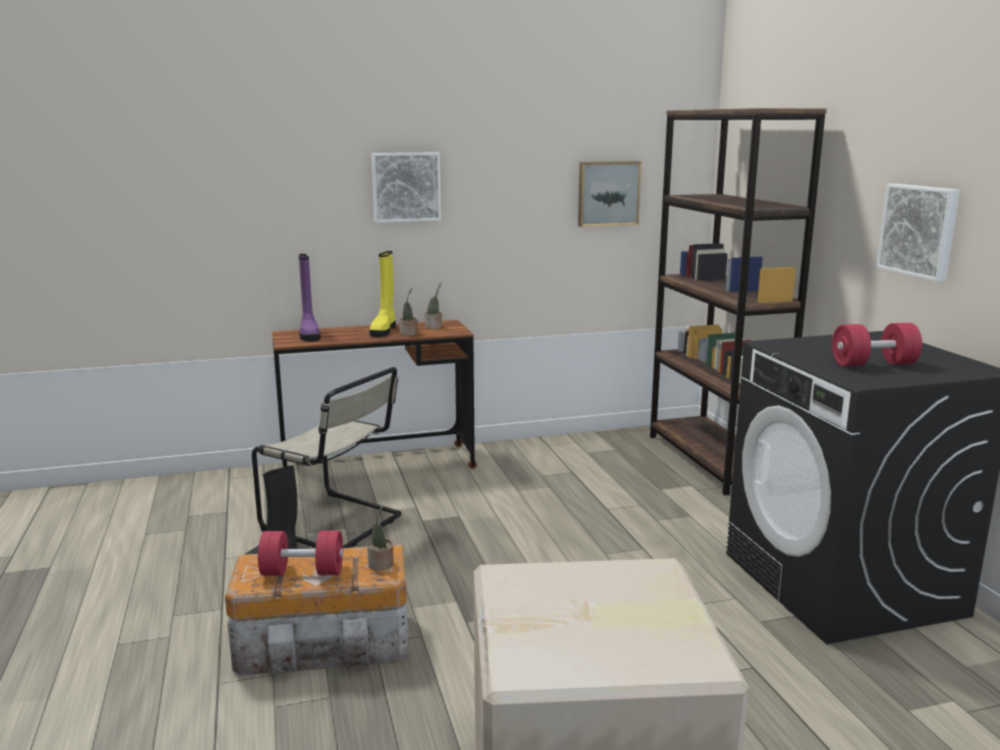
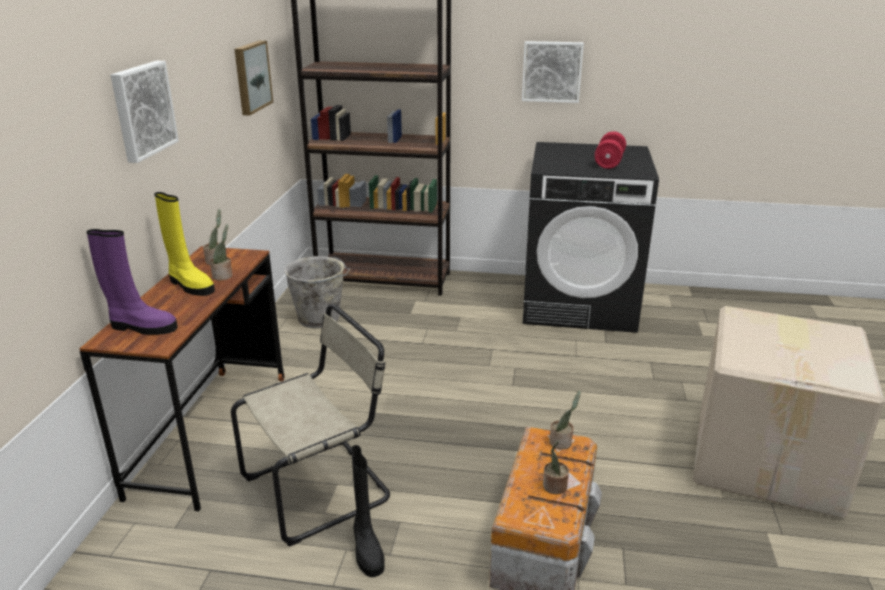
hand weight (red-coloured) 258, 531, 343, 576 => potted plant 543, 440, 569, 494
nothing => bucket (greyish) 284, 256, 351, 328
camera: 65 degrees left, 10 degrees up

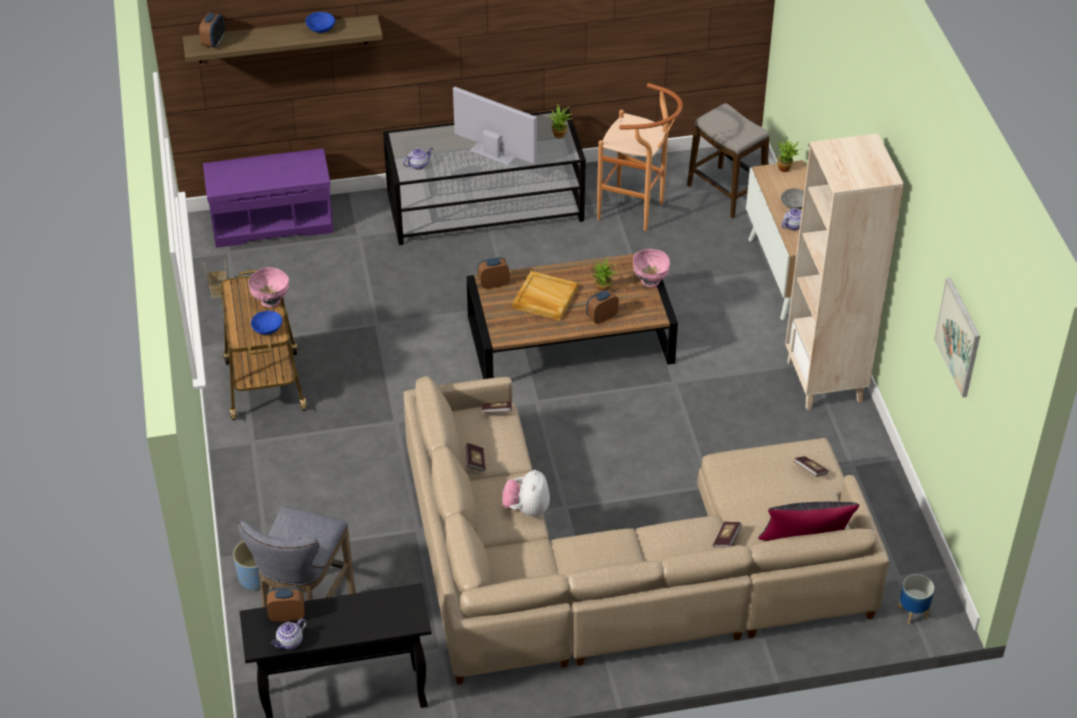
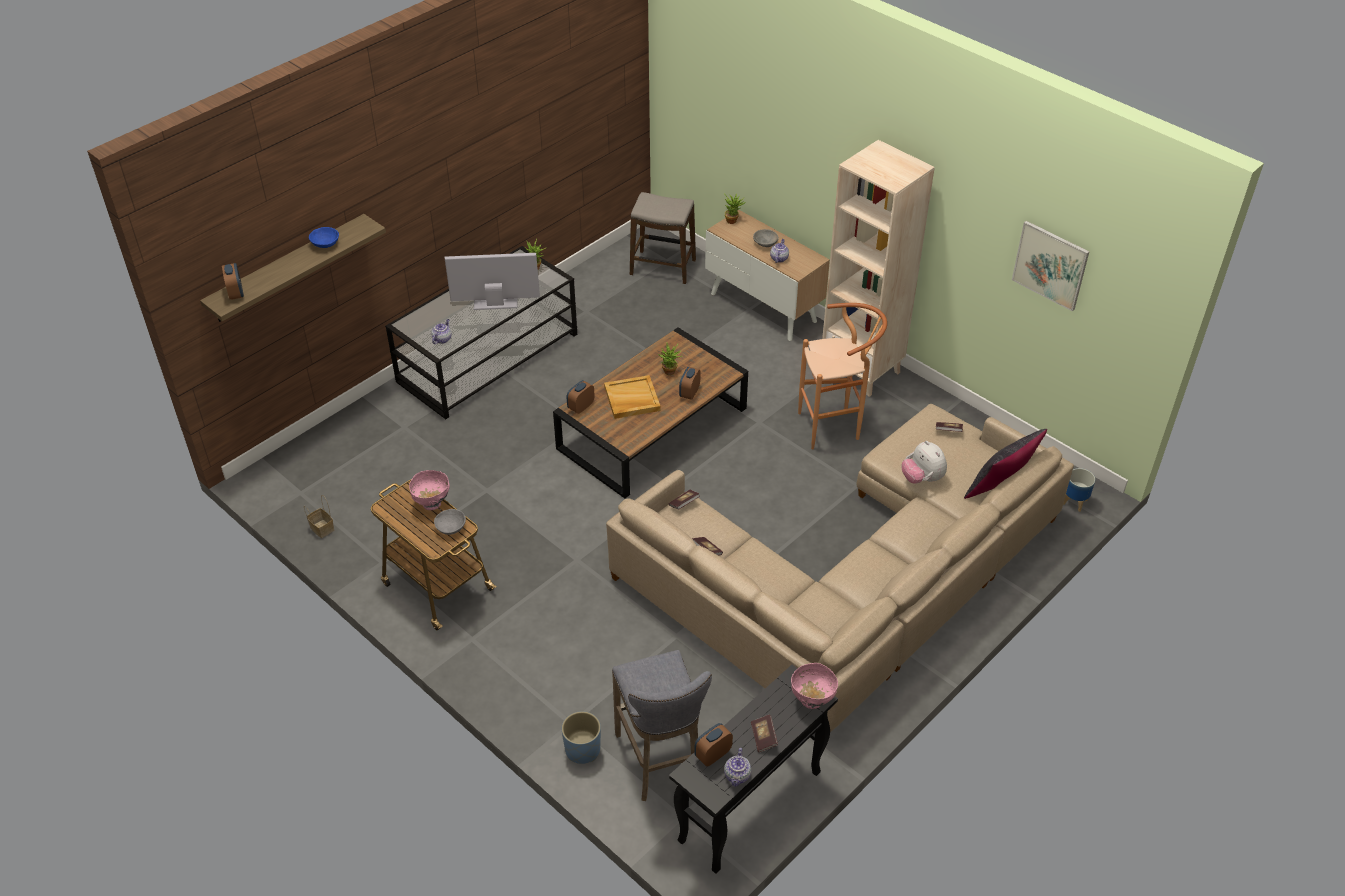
stool seat (brownish) 597, 83, 683, 231 => stool seat (brownish) 798, 303, 887, 449, shifted
indoor bench (purplish) 203, 148, 334, 248 => nothing
serving bowl (pink) 633, 249, 670, 287 => serving bowl (pink) 791, 663, 838, 709, shifted
serving bowl (blue-coloured) 251, 311, 282, 335 => serving bowl (greyish) 434, 509, 466, 535
soft toy 502, 470, 550, 517 => soft toy 902, 441, 947, 484, shifted
bound book 713, 522, 742, 548 => bound book 751, 714, 778, 753, shifted
camera: 35 degrees left, 0 degrees up

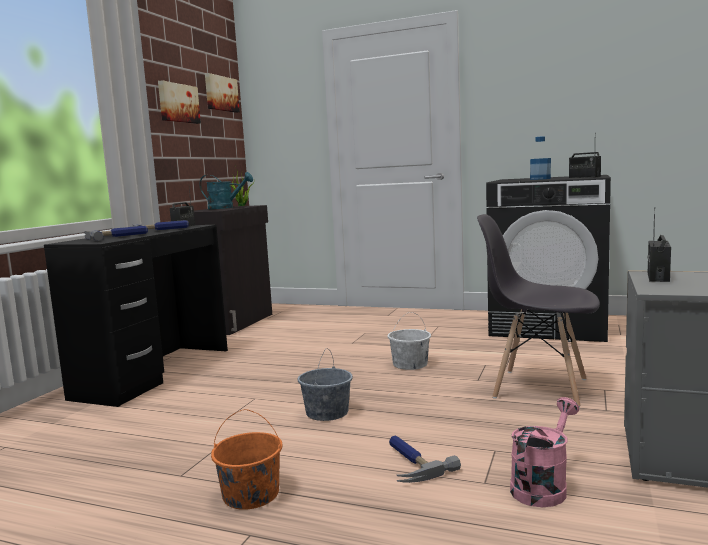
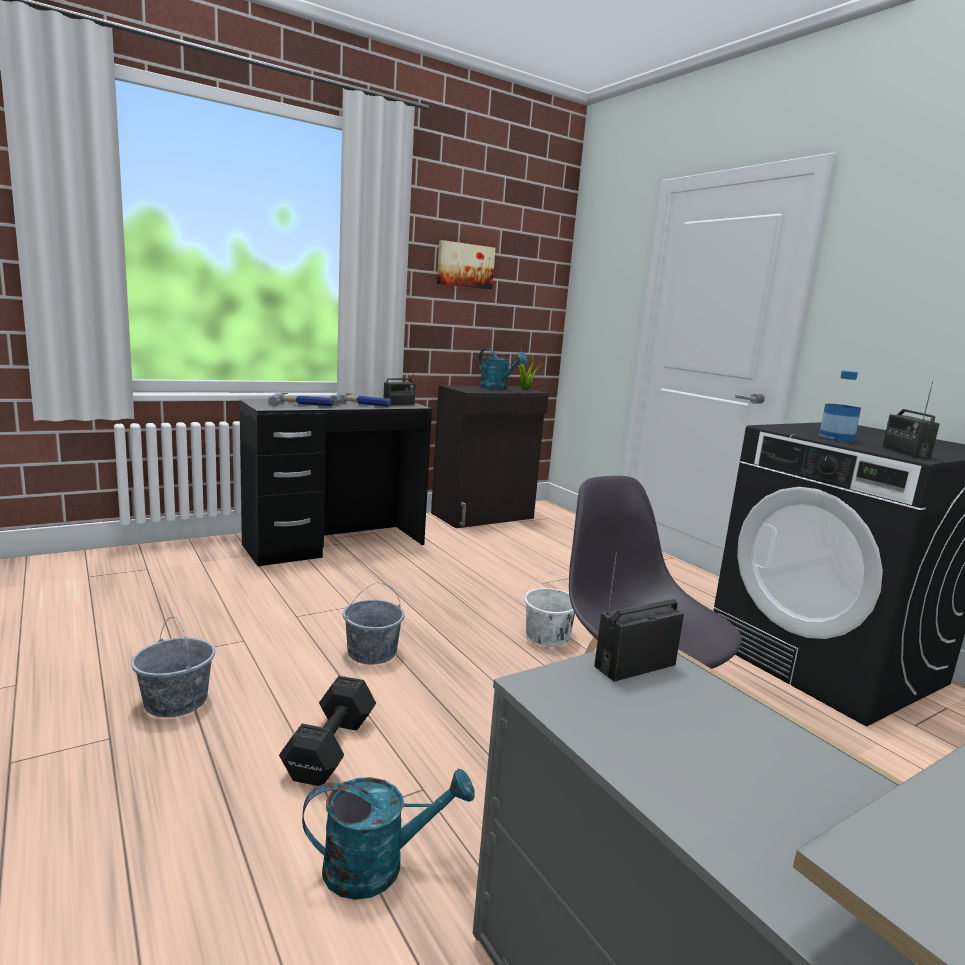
picture 205, 73, 240, 113 => nothing
sprinkling can (pink) 510, 397, 579, 507 => sprinkling can (turquoise) 302, 769, 475, 900
bucket (orange) 211, 409, 283, 509 => bucket (greyish) 131, 617, 215, 717
tool hammer 389, 435, 461, 483 => hand weight (black) 279, 676, 376, 786
camera: 35 degrees right, 5 degrees up

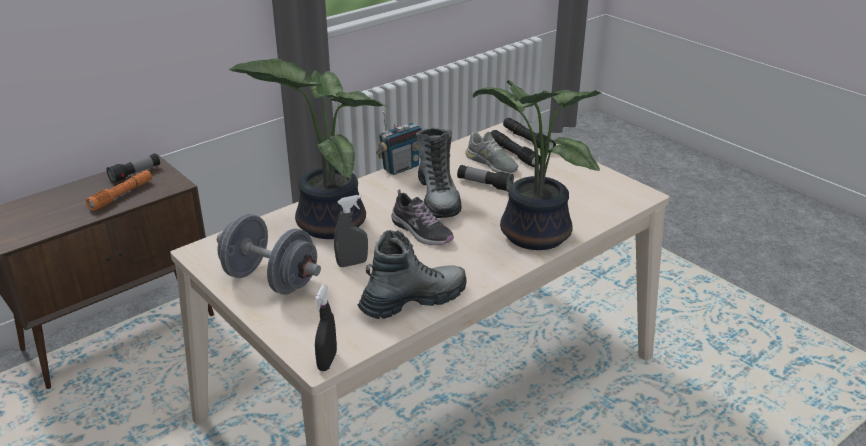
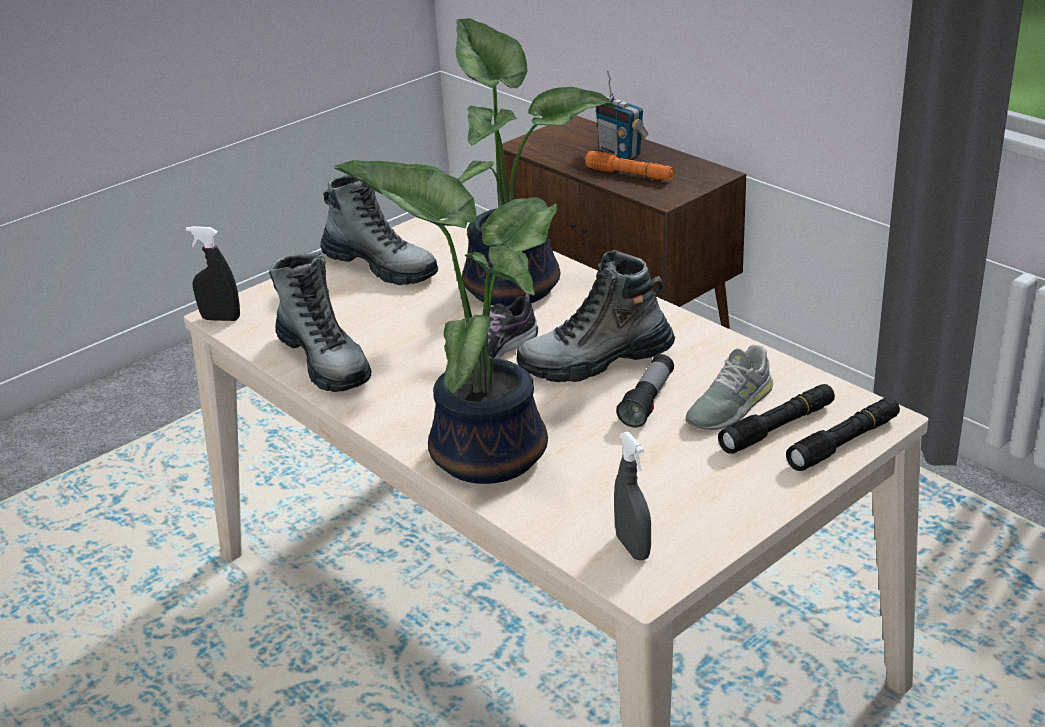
radio receiver 376, 111, 422, 175 => radio receiver 595, 71, 648, 159, shifted
hand torch 106, 153, 160, 183 => nothing
sprayer (greyish) 334, 195, 368, 267 => sprayer (greyish) 614, 431, 651, 560, shifted
hand weight (greyish) 217, 214, 321, 295 => tall boot 320, 174, 438, 285
camera: 90 degrees right, 0 degrees up

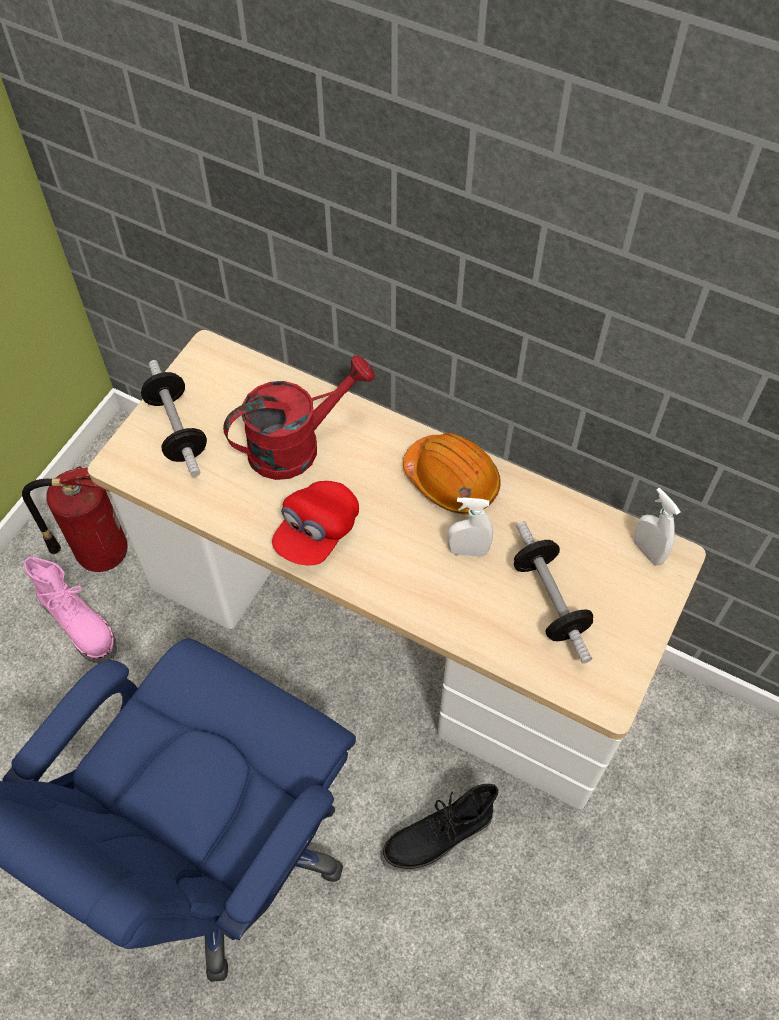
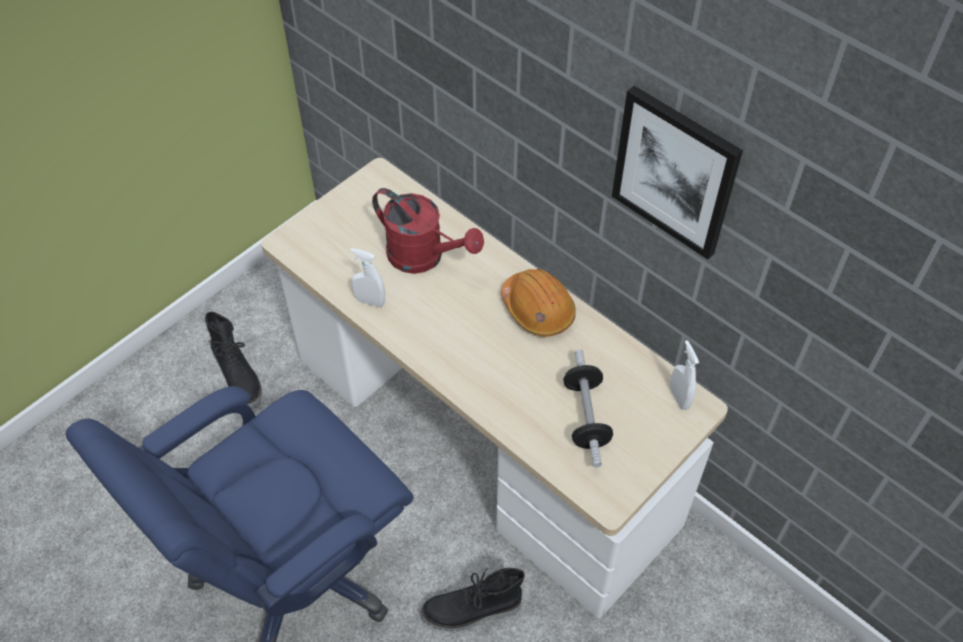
sprinkling can (red-coloured) 223, 355, 375, 480 => sprinkling can (red-coloured) 372, 188, 484, 274, 45 degrees clockwise
hand weight 141, 360, 207, 477 => nothing
extinguisher 22, 467, 127, 572 => nothing
baseball cap (red-coloured) 272, 481, 359, 565 => nothing
sprayer (white) 447, 497, 493, 557 => sprayer (white) 350, 248, 385, 307, shifted
tall boot (pink) 24, 557, 117, 664 => tall boot (black) 205, 311, 262, 409
nothing => picture 612, 86, 743, 260
camera: 15 degrees right, 5 degrees down

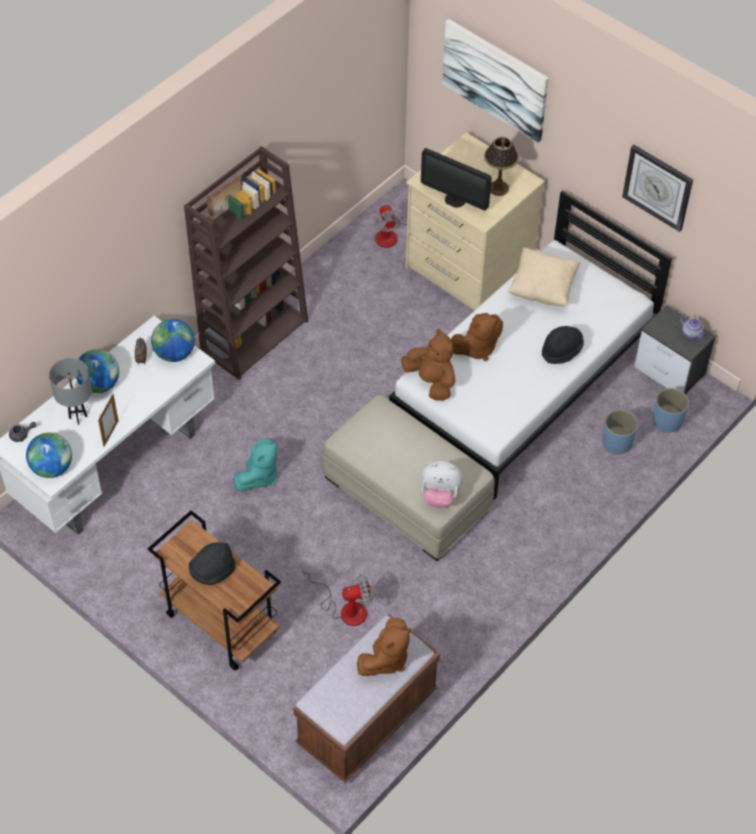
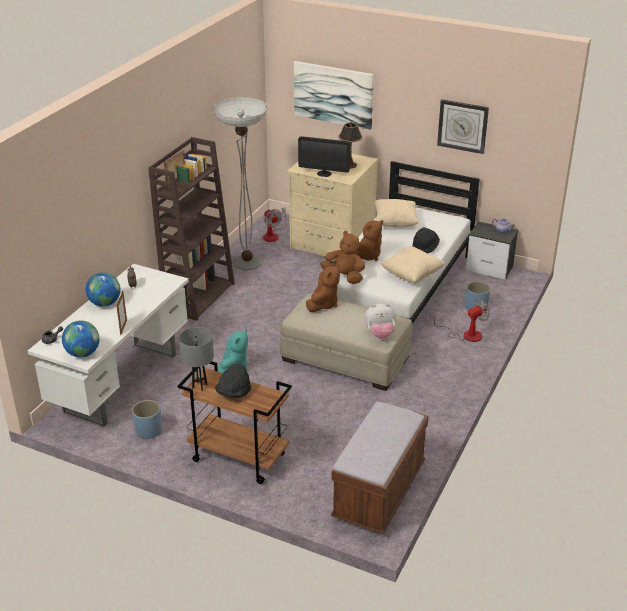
world globe 151, 319, 195, 362 => nothing
table lamp (greyish) 49, 358, 92, 425 => table lamp (greyish) 179, 327, 214, 391, shifted
flower pot (blue-coloured) 653, 388, 689, 433 => flower pot (blue-coloured) 132, 400, 162, 439, shifted
cooling fan 303, 569, 372, 626 => cooling fan 430, 299, 490, 342, shifted
soft toy (brownish) 357, 618, 411, 676 => soft toy (brownish) 306, 264, 340, 312, shifted
nothing => floor lamp 213, 97, 268, 270
nothing => throw pillow (beige) 380, 246, 445, 283
camera: 15 degrees left, 20 degrees down

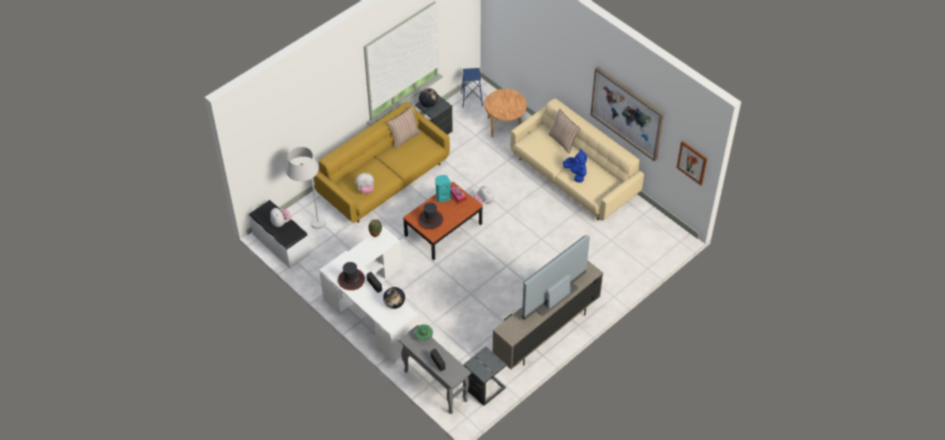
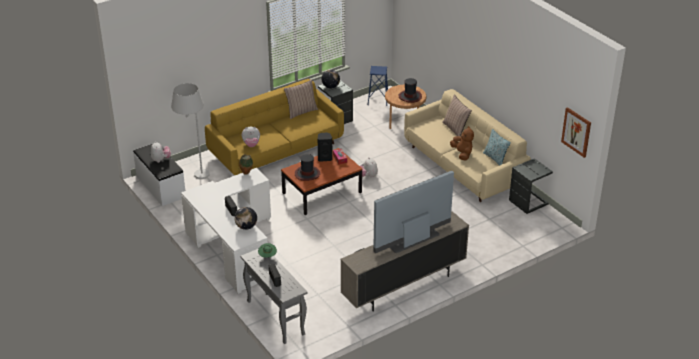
picture 591, 66, 665, 162 => nothing
soft toy (blue-coloured) 563, 149, 587, 183 => soft toy (brownish) 450, 126, 474, 161
audio speaker (turquoise) 435, 175, 451, 202 => audio speaker (black) 318, 133, 333, 162
hat 338, 262, 365, 290 => hat 398, 78, 422, 103, shifted
end table (greyish) 463, 347, 506, 406 => end table (greyish) 509, 158, 553, 214, shifted
nothing => throw pillow 483, 129, 511, 166
camera: 10 degrees right, 15 degrees down

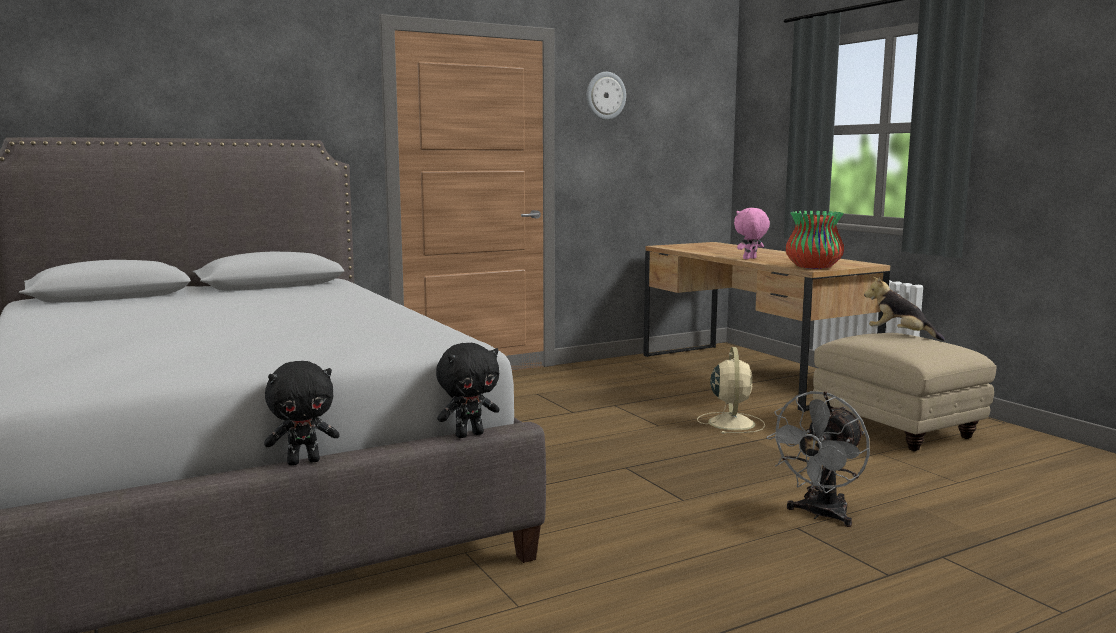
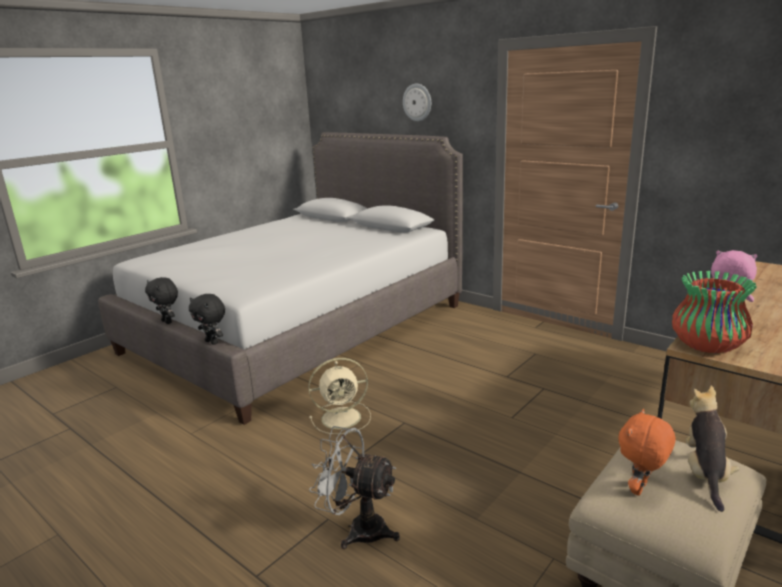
wall clock 587, 72, 626, 120 => wall clock 403, 84, 431, 121, shifted
cooling fan (beige) 697, 347, 765, 434 => cooling fan (beige) 308, 358, 371, 434, shifted
nothing => soft toy (orange) 618, 409, 676, 496
camera: 70 degrees right, 10 degrees up

